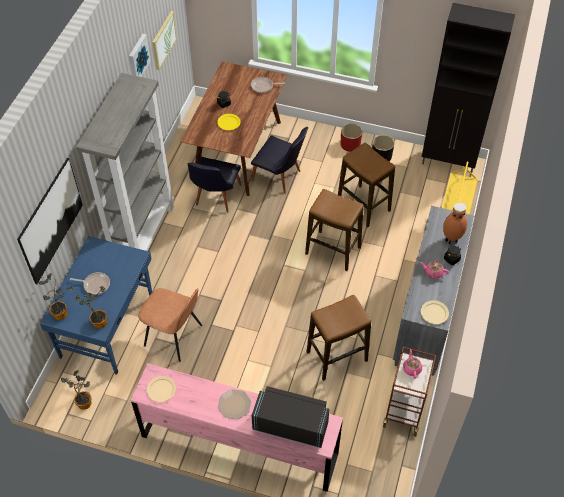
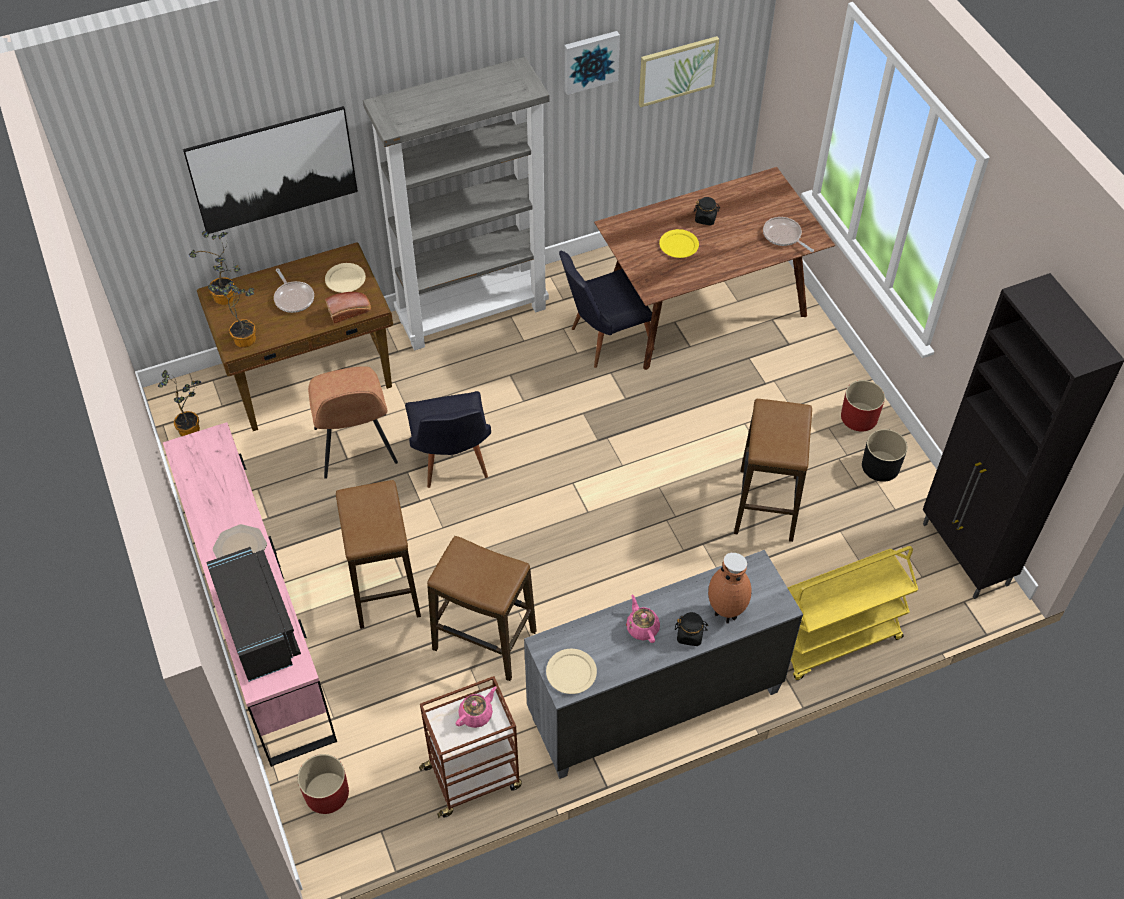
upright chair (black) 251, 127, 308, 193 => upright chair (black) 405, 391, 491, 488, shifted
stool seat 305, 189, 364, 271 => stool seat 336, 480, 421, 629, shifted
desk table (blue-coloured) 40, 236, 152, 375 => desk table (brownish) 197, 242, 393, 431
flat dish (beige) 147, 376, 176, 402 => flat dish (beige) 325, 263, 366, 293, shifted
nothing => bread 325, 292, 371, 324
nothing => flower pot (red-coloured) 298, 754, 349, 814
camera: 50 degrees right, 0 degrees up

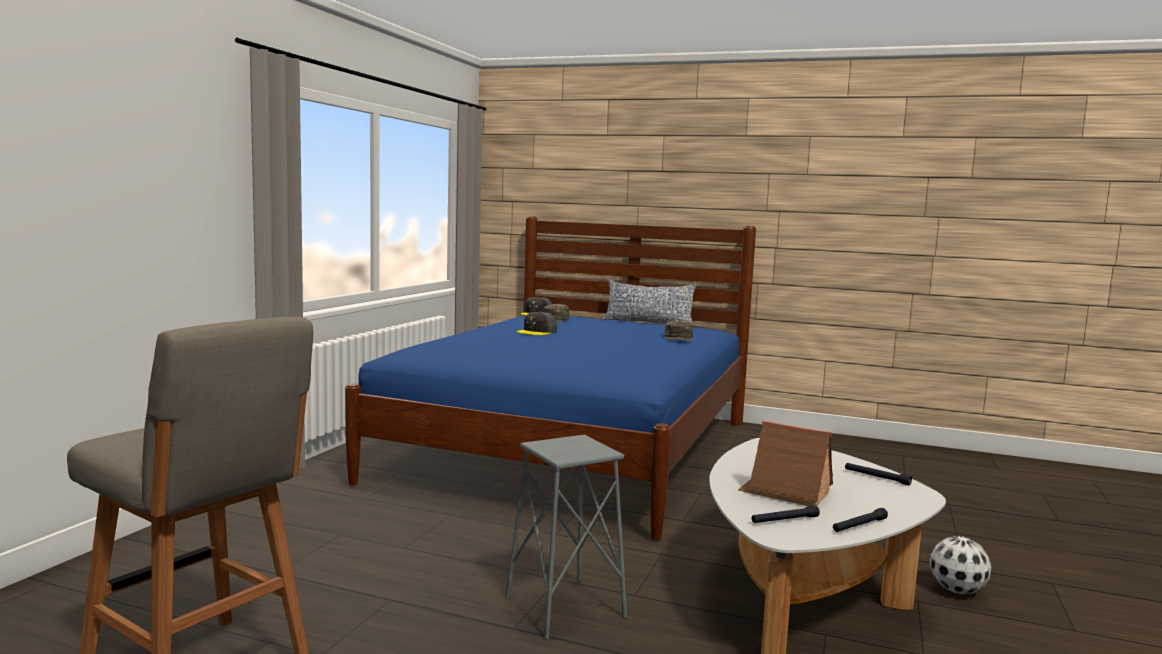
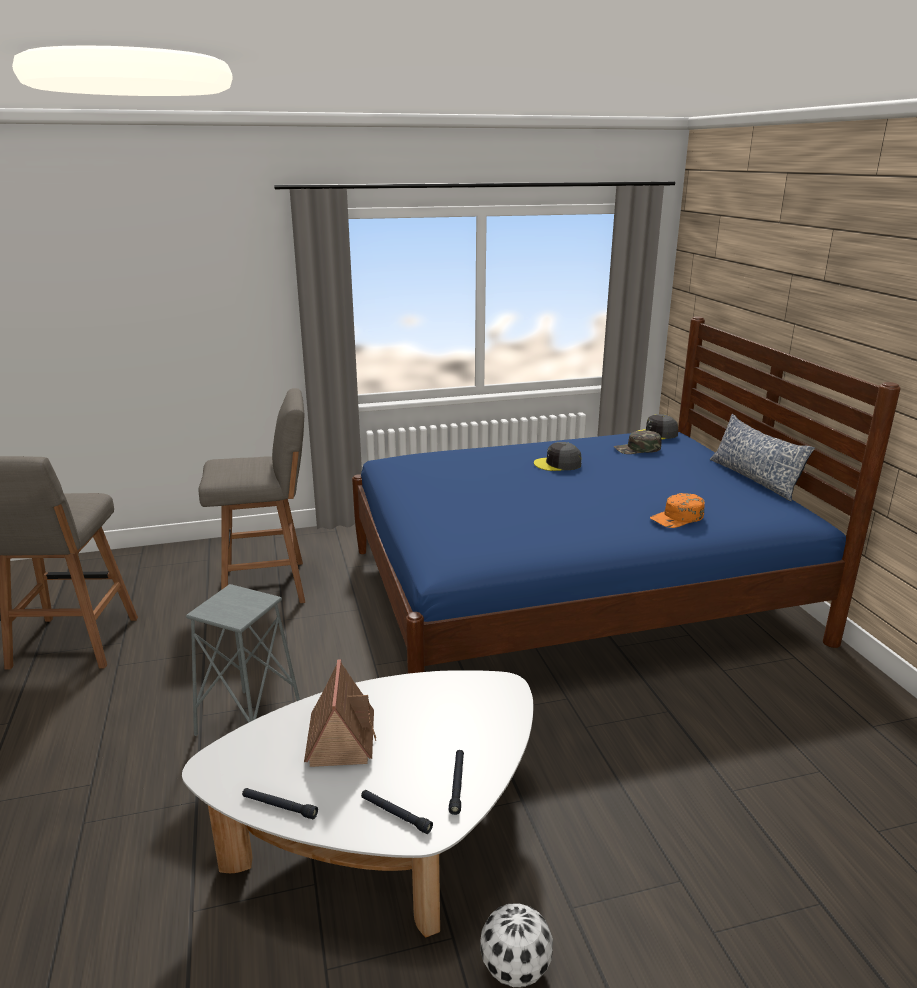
baseball cap (greenish) 664, 320, 693, 342 => baseball cap (orange) 650, 493, 705, 528
hand torch (black) 752, 505, 820, 523 => hand torch (black) 361, 790, 433, 834, shifted
nothing => stool seat (greyish) 199, 388, 305, 603
camera: 55 degrees right, 15 degrees up

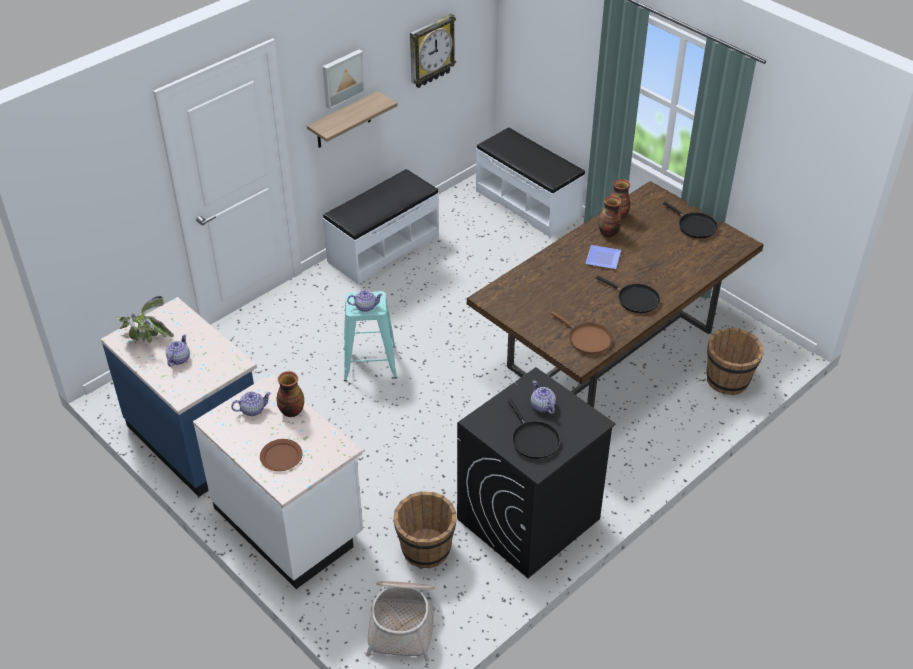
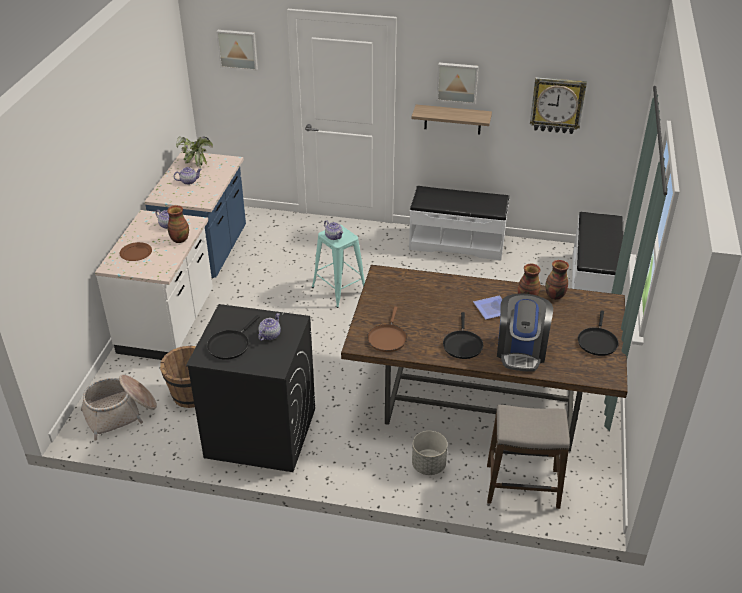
bucket (brownish) 707, 328, 764, 395 => stool seat 487, 405, 570, 509
nothing => picture 216, 30, 258, 71
nothing => coffee maker 497, 293, 553, 372
nothing => flower pot (greyish) 412, 431, 448, 475
camera: 55 degrees right, 5 degrees down

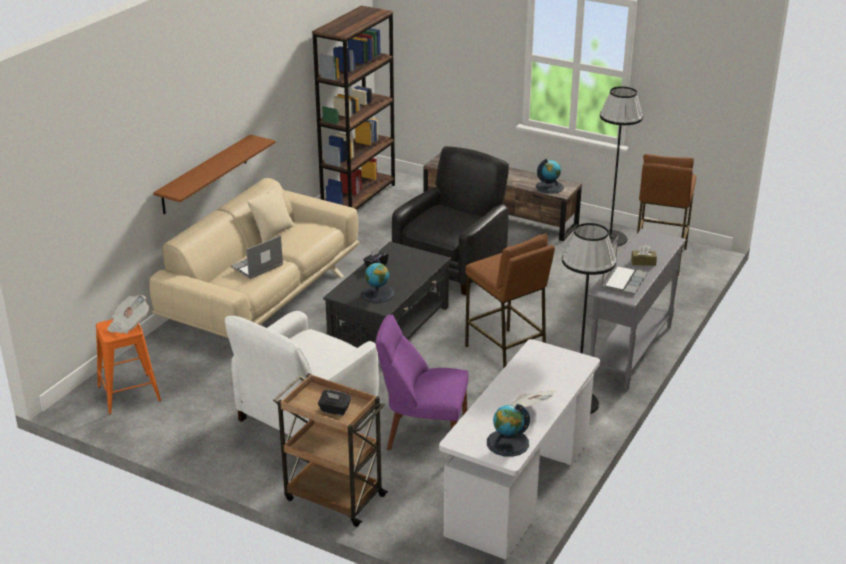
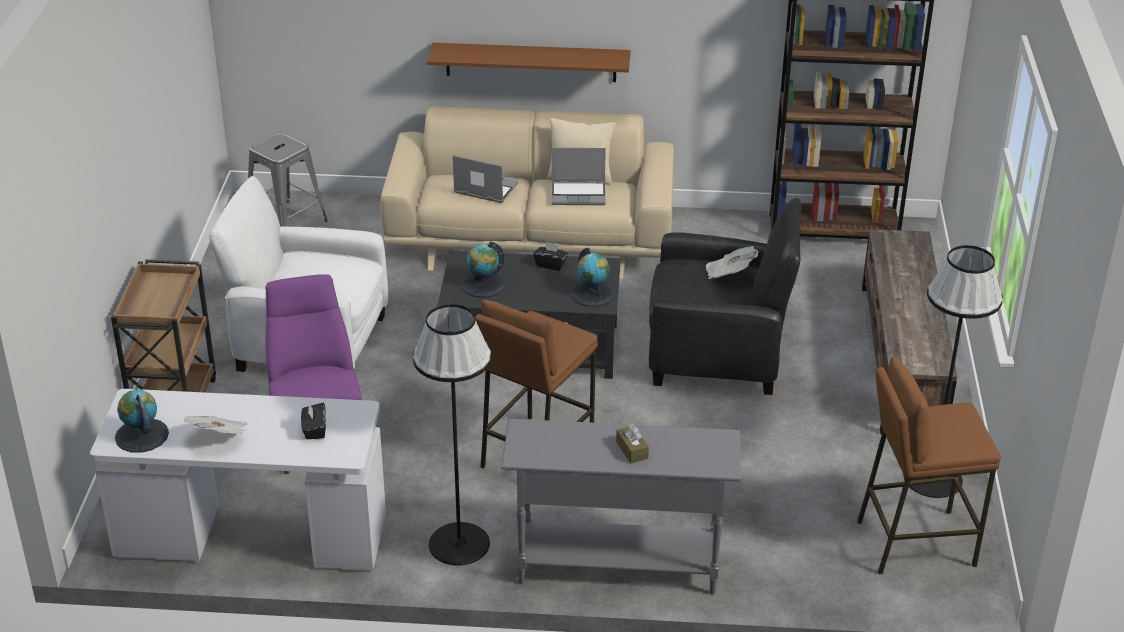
world globe 536, 159, 564, 193 => world globe 571, 248, 615, 307, shifted
portable computer 601, 236, 648, 295 => portable computer 552, 148, 606, 205, shifted
daily paper 107, 295, 149, 334 => daily paper 706, 246, 758, 279, shifted
stool seat (orange) 96, 319, 161, 414 => stool seat (greyish) 248, 132, 328, 227
tissue box (black) 318, 390, 351, 416 => tissue box (black) 301, 403, 326, 439, shifted
camera: 65 degrees right, 5 degrees up

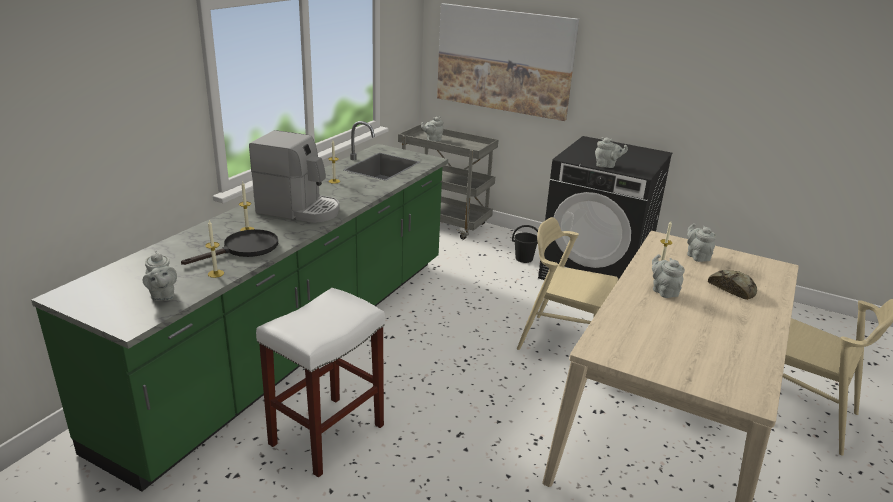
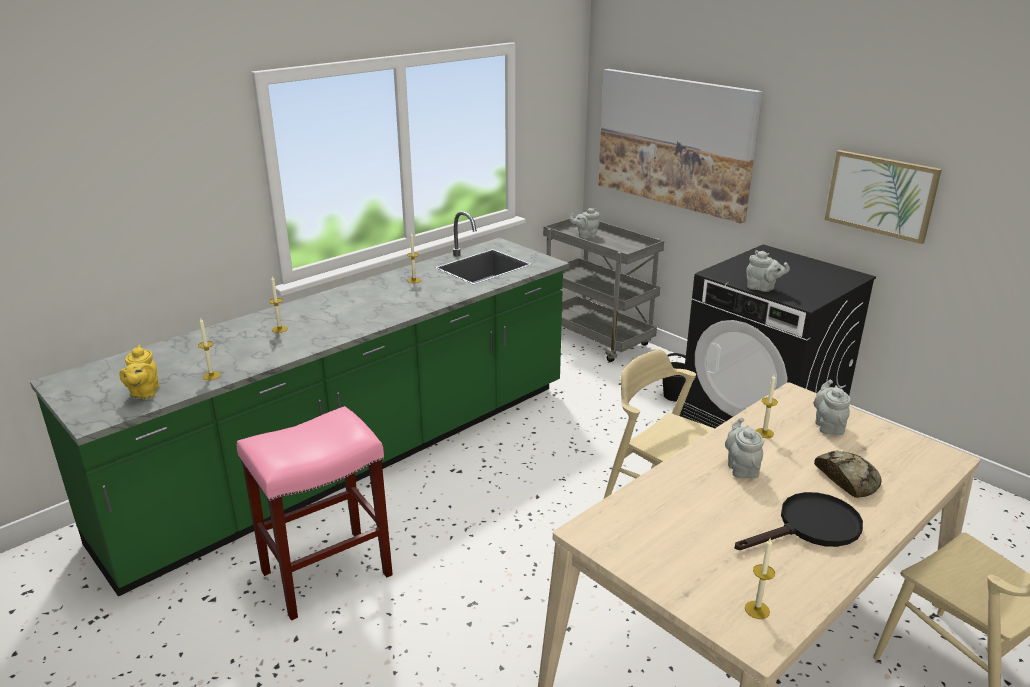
coffee maker 249, 130, 340, 223 => nothing
pan (black) 181, 229, 278, 265 => pan (black) 735, 492, 863, 550, shifted
pot for tea (greyish) 143, 250, 177, 301 => pot for tea (yellowish) 119, 345, 159, 399
stool seat (white) 256, 288, 385, 478 => stool seat (pink) 237, 406, 393, 621
nothing => picture 825, 150, 942, 244
nothing => wax light 745, 539, 775, 619
camera: 20 degrees right, 0 degrees up

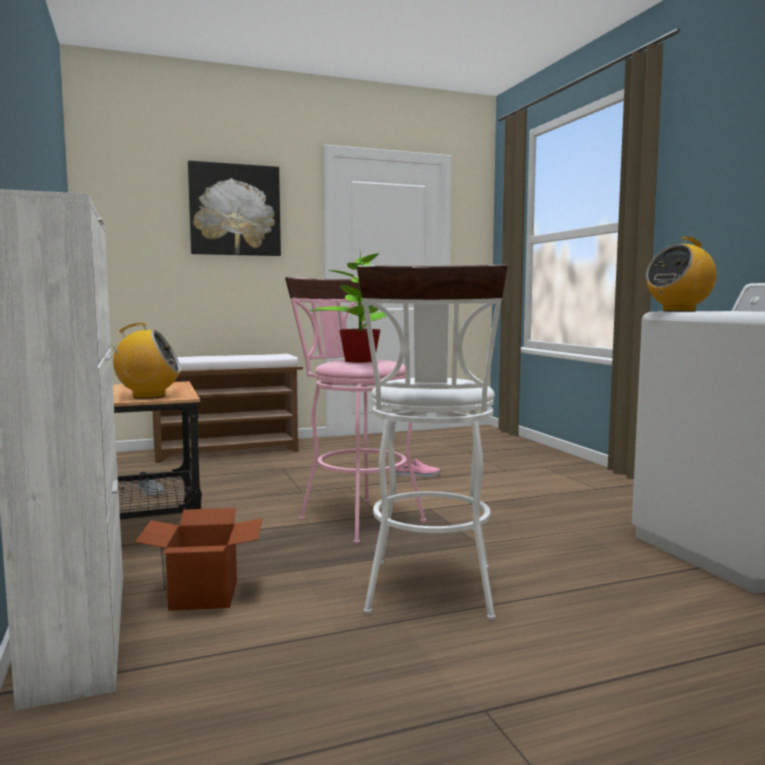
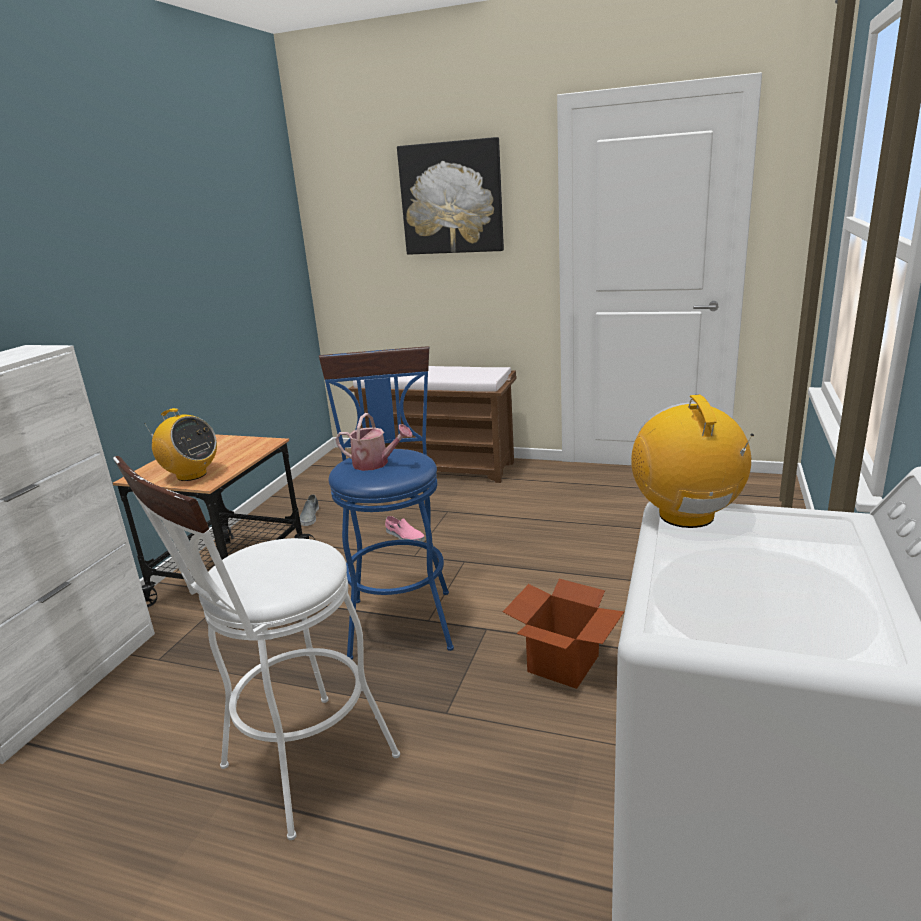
radio receiver 646, 237, 717, 312 => radio receiver 631, 395, 754, 528, 75 degrees clockwise
potted plant 310, 253, 393, 363 => sprinkling can 335, 413, 412, 471
stool seat (pink) 285, 277, 426, 544 => stool seat (blue-coloured) 319, 346, 454, 659
low shoe (pink) 395, 458, 441, 477 => low shoe (pink) 385, 516, 425, 542, shifted
cardboard box 135, 508, 262, 611 => cardboard box 503, 579, 624, 689, shifted
camera: 40 degrees right, 15 degrees up

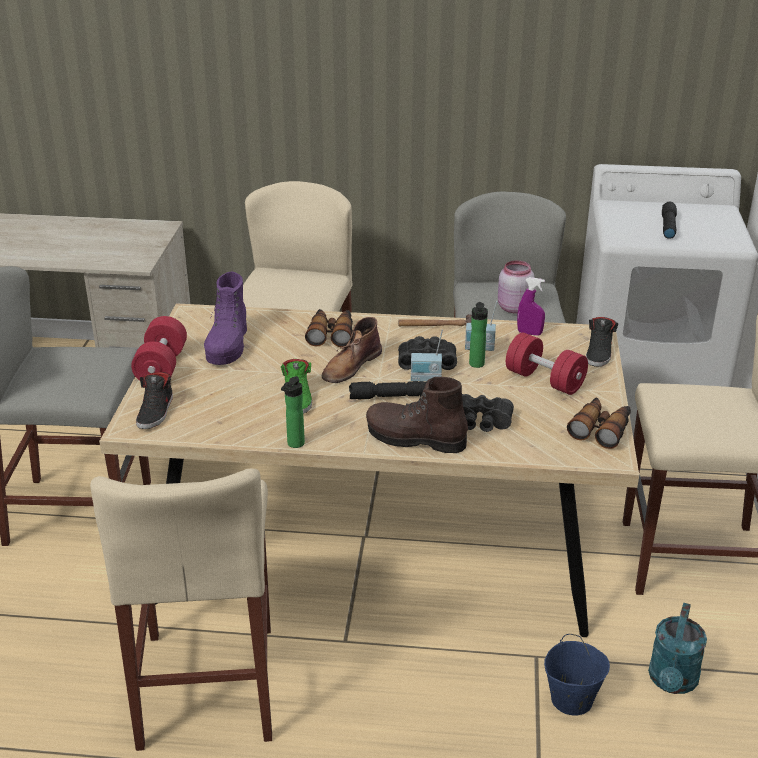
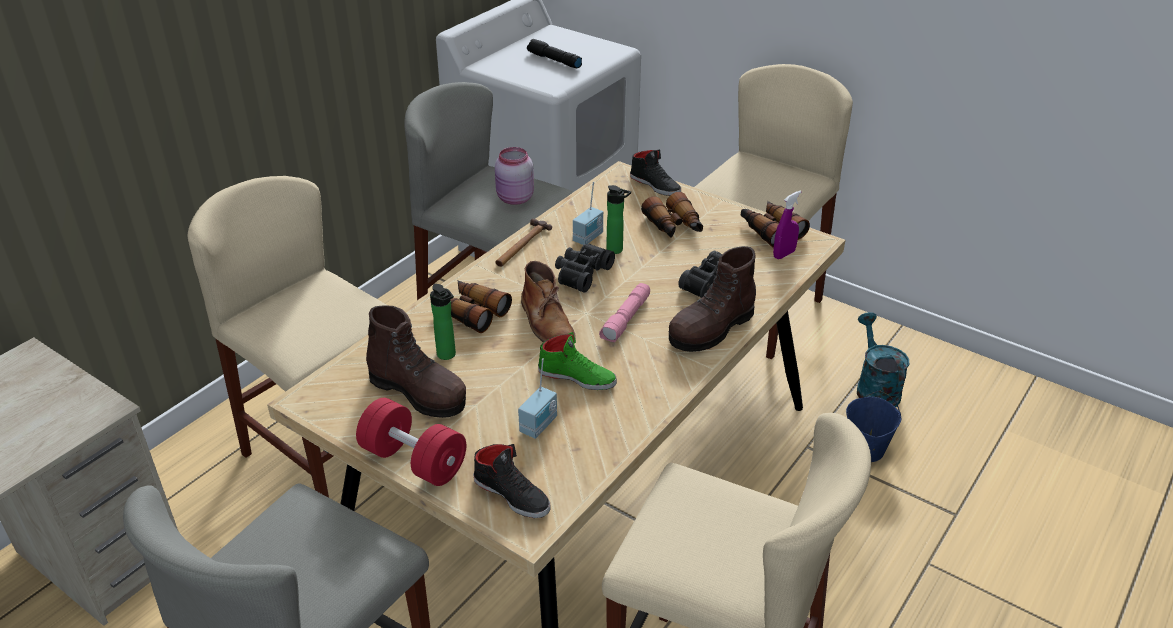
tall boot (purplish) 204, 271, 247, 365 => tall boot (brownish) 366, 305, 466, 418
sprayer (purplish) 517, 277, 545, 336 => sprayer (purplish) 773, 191, 801, 259, shifted
radio receiver 411, 330, 443, 381 => radio receiver 518, 358, 557, 439, shifted
hand weight (red-coloured) 506, 333, 588, 395 => binoculars 641, 192, 703, 238
drink bottle 281, 376, 305, 448 => drink bottle 430, 284, 456, 360, shifted
hand torch (black) 349, 381, 426, 399 => hand torch (pink) 599, 283, 650, 342
sprinkling can (turquoise) 648, 603, 707, 694 => sprinkling can (turquoise) 857, 312, 909, 407, 150 degrees counterclockwise
camera: 60 degrees left, 5 degrees up

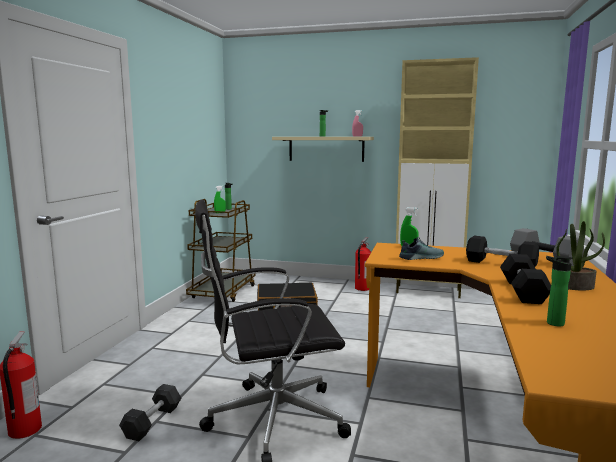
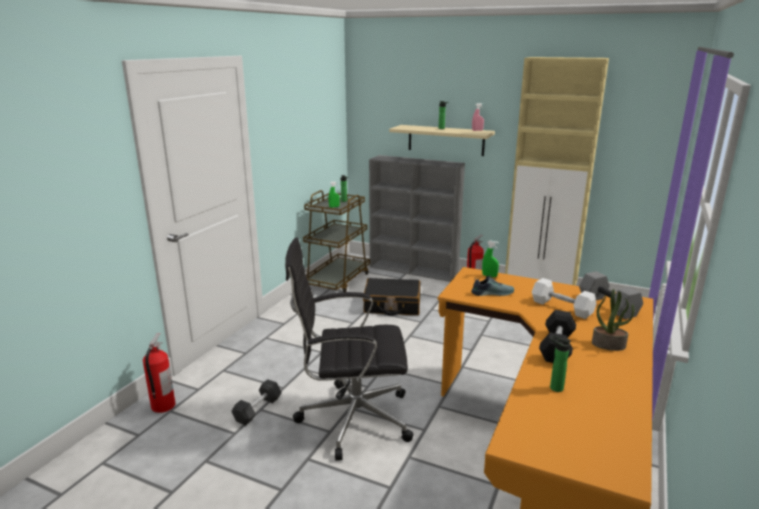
hand weight (black) 466, 236, 539, 267 => hand weight (white) 532, 278, 596, 319
nothing => shelving unit (greyish) 369, 155, 465, 282
camera: 10 degrees right, 10 degrees up

